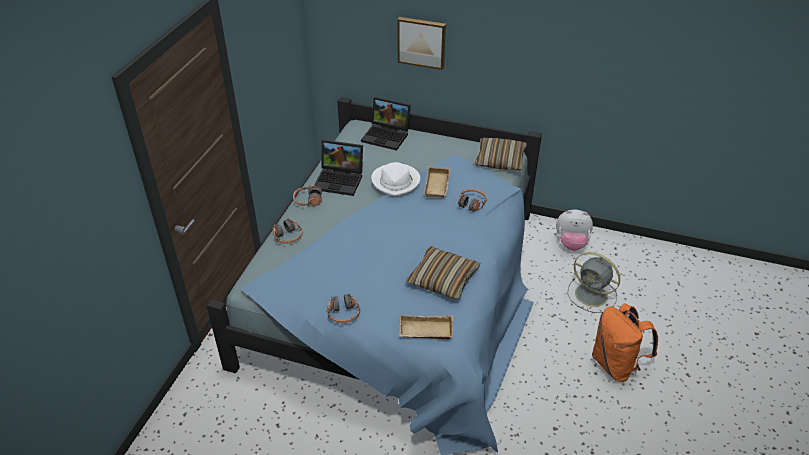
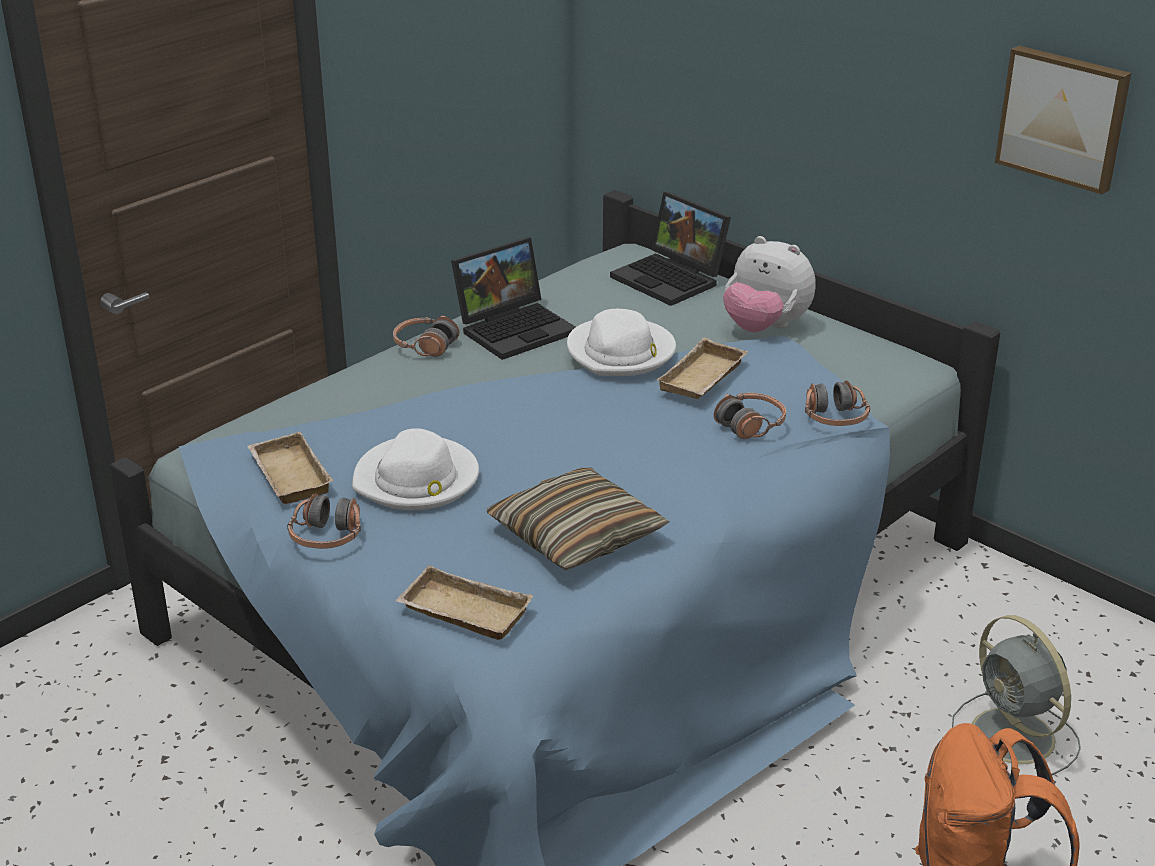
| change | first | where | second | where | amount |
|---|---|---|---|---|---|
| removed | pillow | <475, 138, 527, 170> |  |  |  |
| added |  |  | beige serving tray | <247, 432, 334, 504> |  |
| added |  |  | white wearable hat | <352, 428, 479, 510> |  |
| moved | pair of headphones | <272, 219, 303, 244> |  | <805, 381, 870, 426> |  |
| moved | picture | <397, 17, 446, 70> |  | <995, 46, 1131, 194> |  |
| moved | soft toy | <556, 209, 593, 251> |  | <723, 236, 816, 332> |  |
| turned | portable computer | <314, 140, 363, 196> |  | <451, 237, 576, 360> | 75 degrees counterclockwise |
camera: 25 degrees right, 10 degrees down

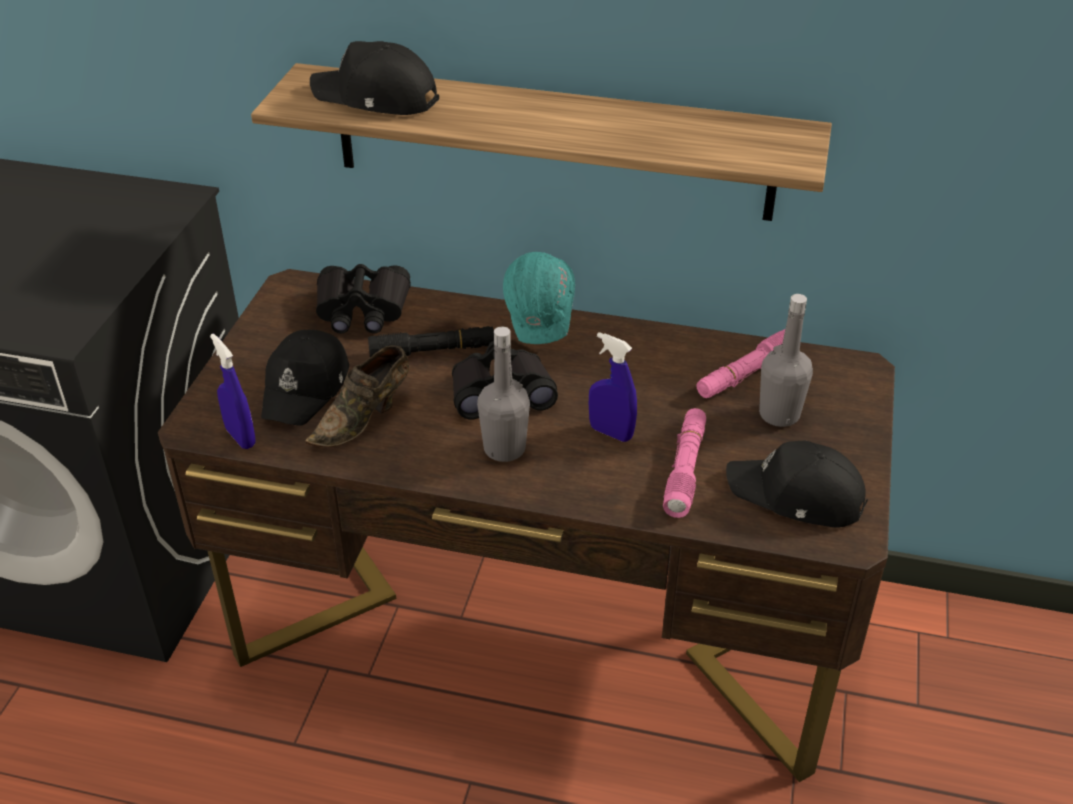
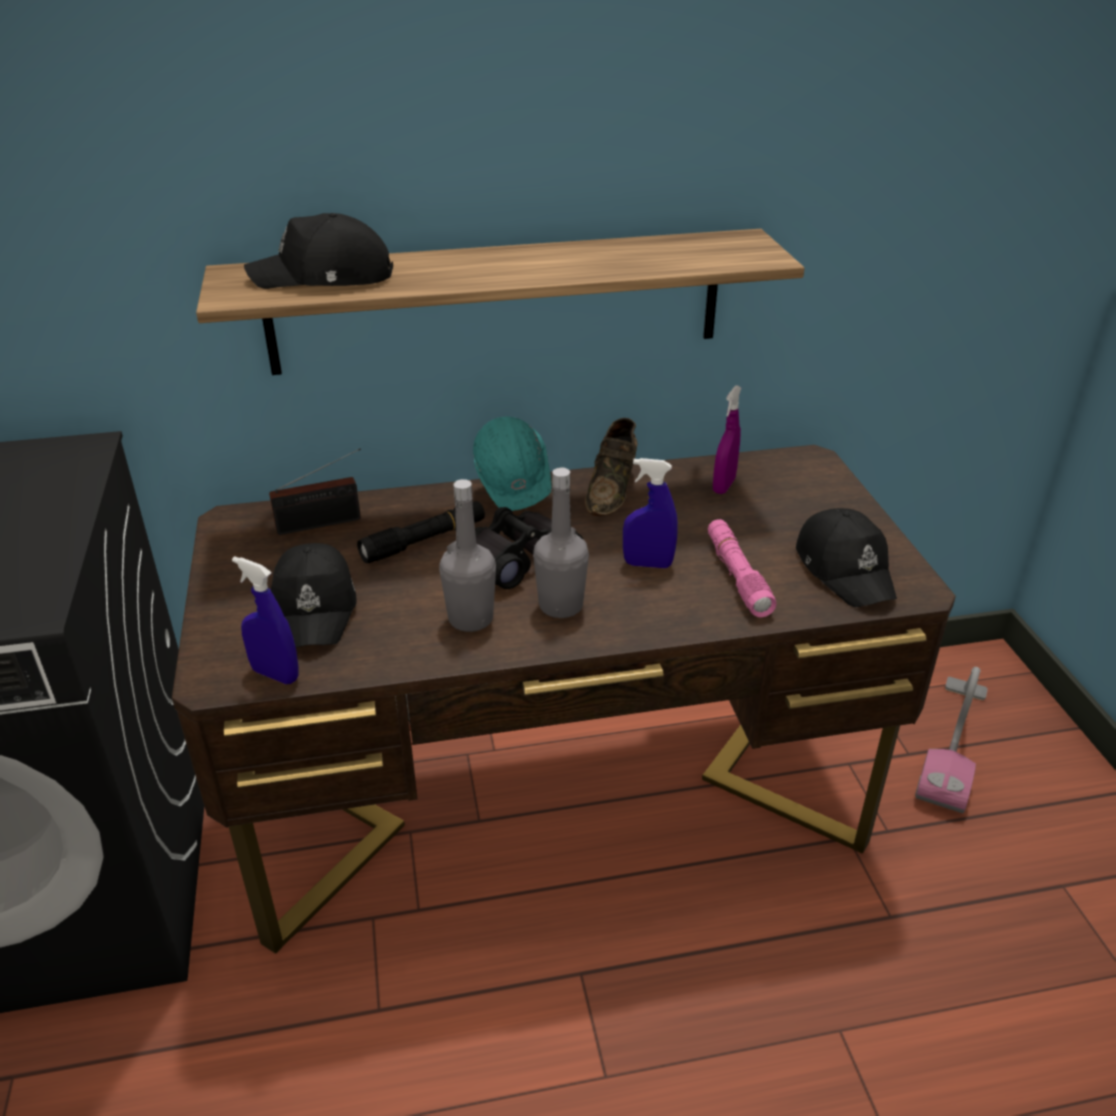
| change | first | where | second | where | amount |
|---|---|---|---|---|---|
| added |  |  | vacuum | <915, 667, 988, 813> |  |
| moved | brown-coloured shoe | <305, 345, 409, 447> |  | <585, 418, 638, 516> |  |
| moved | gray beverage bottle | <759, 294, 813, 427> |  | <439, 479, 496, 632> |  |
| replaced | blackish pair of binoculars | <316, 264, 411, 333> | radio set | <269, 448, 361, 535> |  |
| replaced | pink-coloured torch | <697, 329, 785, 398> | purple-coloured hand sprayer | <713, 385, 741, 494> |  |
| turned | blackish baseball cap | <726, 441, 868, 528> |  | <796, 508, 897, 607> | 105 degrees counterclockwise |
camera: 25 degrees left, 5 degrees down

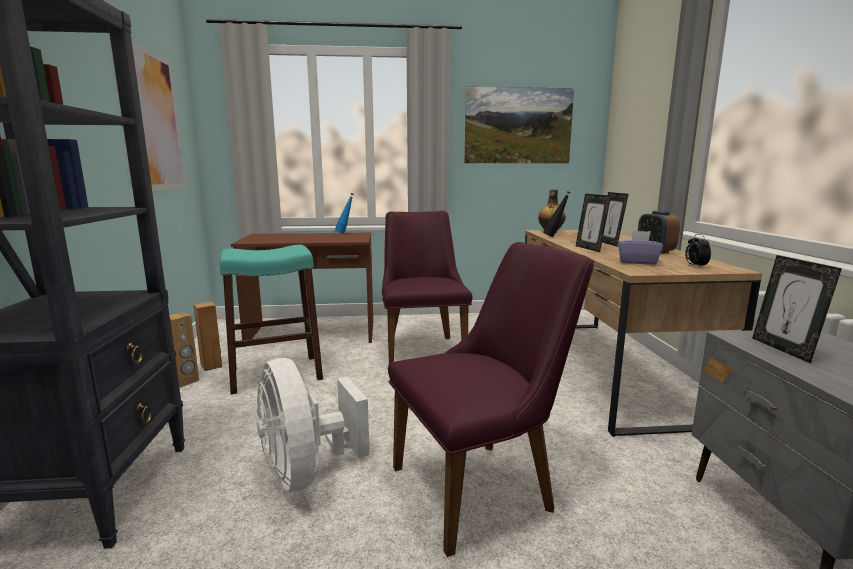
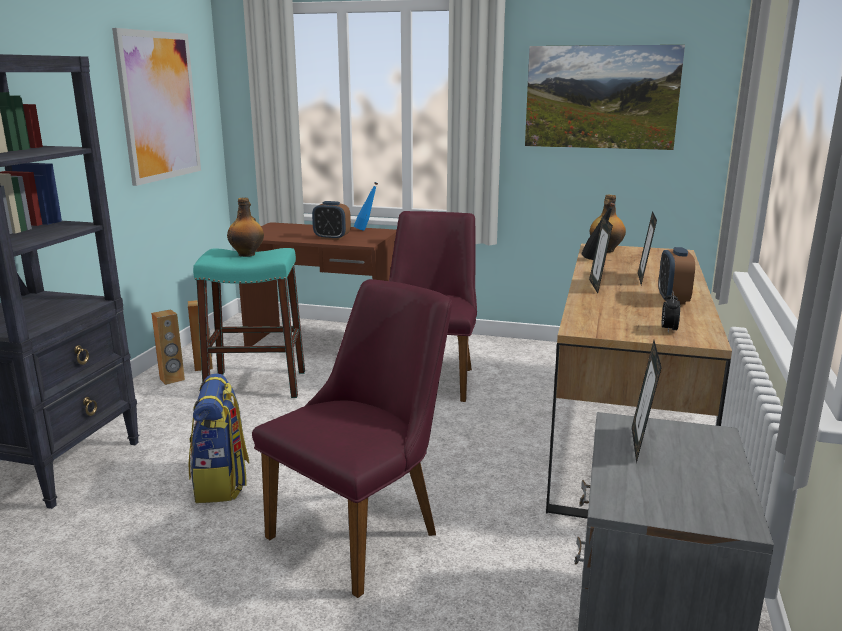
| change | first | where | second | where | amount |
|---|---|---|---|---|---|
| removed | purple-coloured tissue holder | <618, 231, 663, 265> |  |  |  |
| added |  |  | beverage bottle | <227, 198, 264, 257> |  |
| added |  |  | table clock | <312, 201, 351, 240> |  |
| replaced | white cooling fan | <256, 358, 370, 492> | knapsack | <189, 373, 250, 503> |  |
| turned | purple-coloured upright chair | <388, 242, 594, 557> |  | <252, 279, 452, 598> | 45 degrees counterclockwise |
camera: 20 degrees right, 5 degrees up

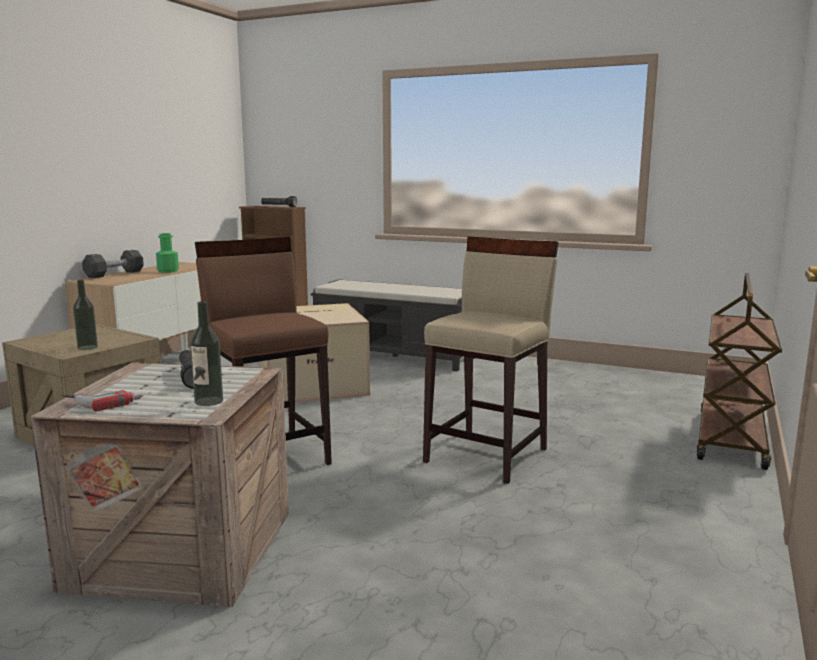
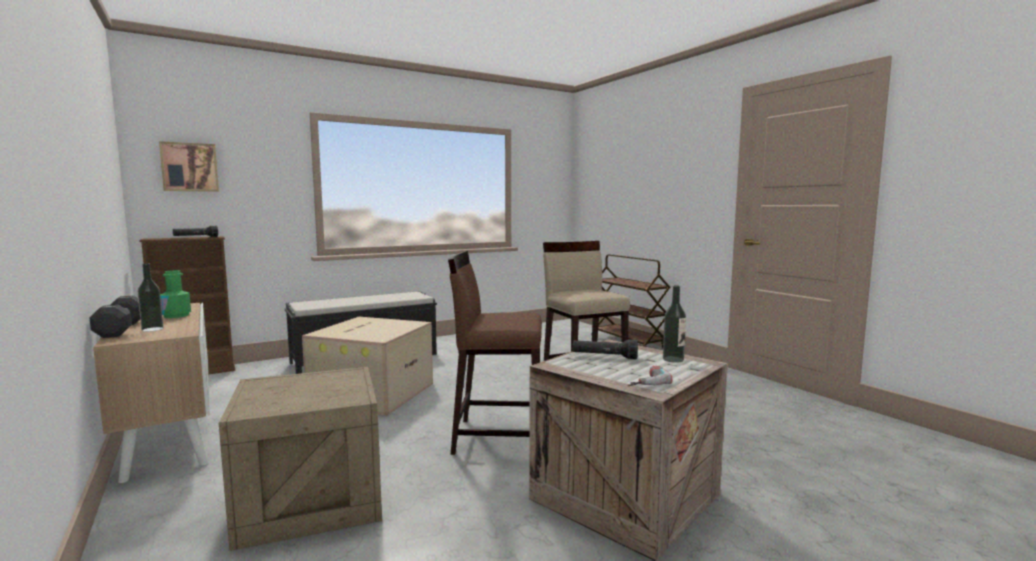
| change | first | where | second | where | amount |
|---|---|---|---|---|---|
| added |  |  | picture | <159, 141, 219, 192> |  |
| moved | beverage bottle | <73, 279, 98, 350> |  | <137, 264, 163, 332> |  |
camera: 55 degrees left, 5 degrees down

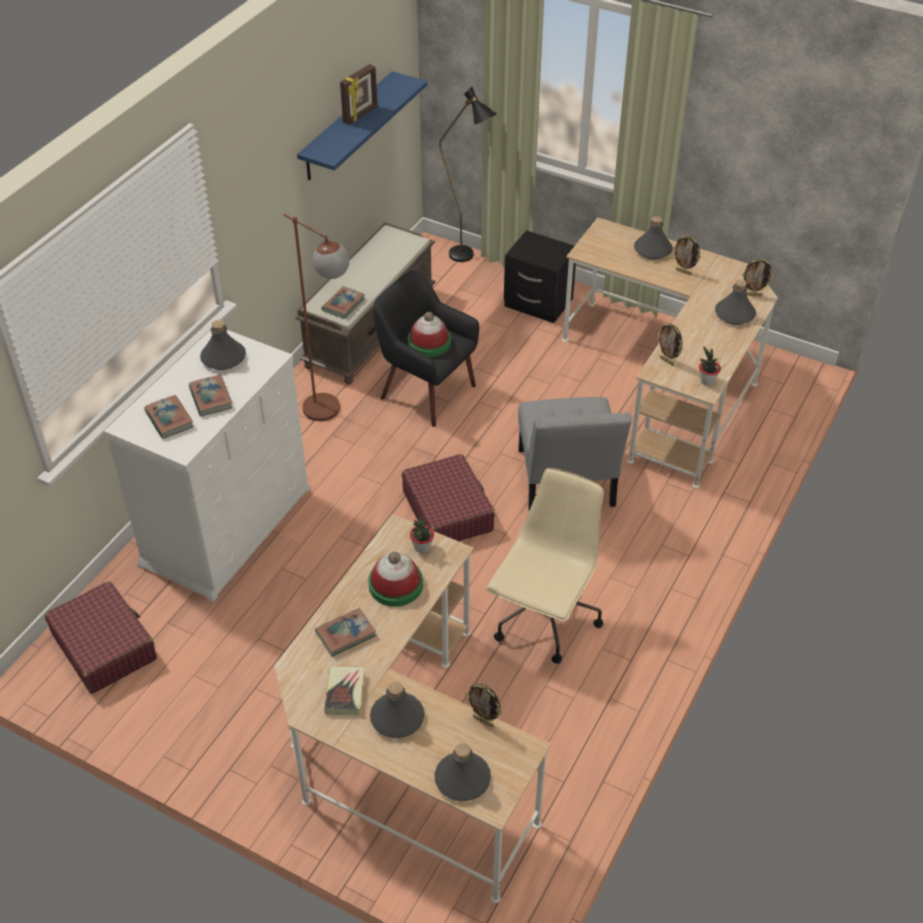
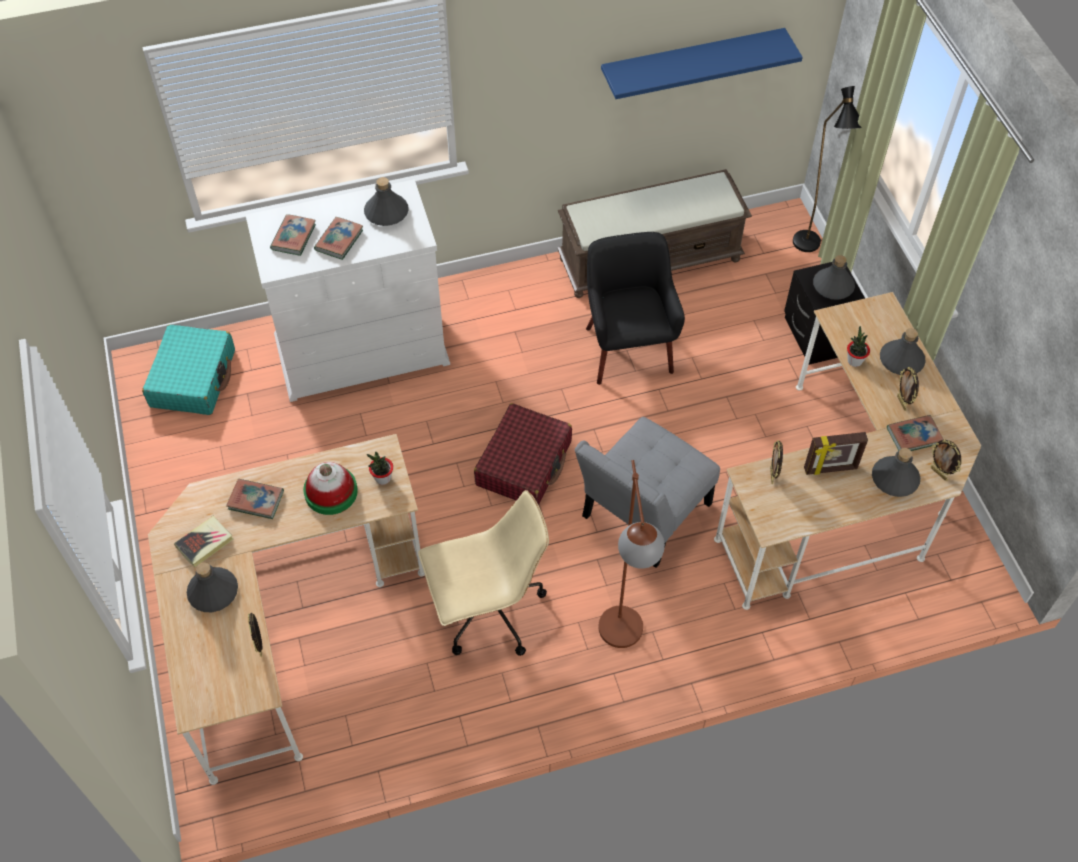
| change | first | where | second | where | amount |
|---|---|---|---|---|---|
| removed | wearable hat | <408, 312, 451, 357> |  |  |  |
| moved | brown-coloured standard lamp | <283, 214, 349, 421> |  | <598, 460, 665, 648> |  |
| moved | bound book | <322, 286, 365, 319> |  | <887, 415, 944, 451> |  |
| moved | picture frame | <340, 64, 377, 124> |  | <804, 432, 868, 475> |  |
| moved | gray beverage bottle | <435, 743, 491, 801> |  | <813, 255, 855, 300> |  |
| moved | potted plant | <699, 346, 721, 386> |  | <847, 326, 870, 367> |  |
| recoloured | red piece of luggage | <45, 581, 157, 694> | turquoise-coloured piece of luggage | <142, 324, 235, 415> |  |
camera: 45 degrees right, 10 degrees up

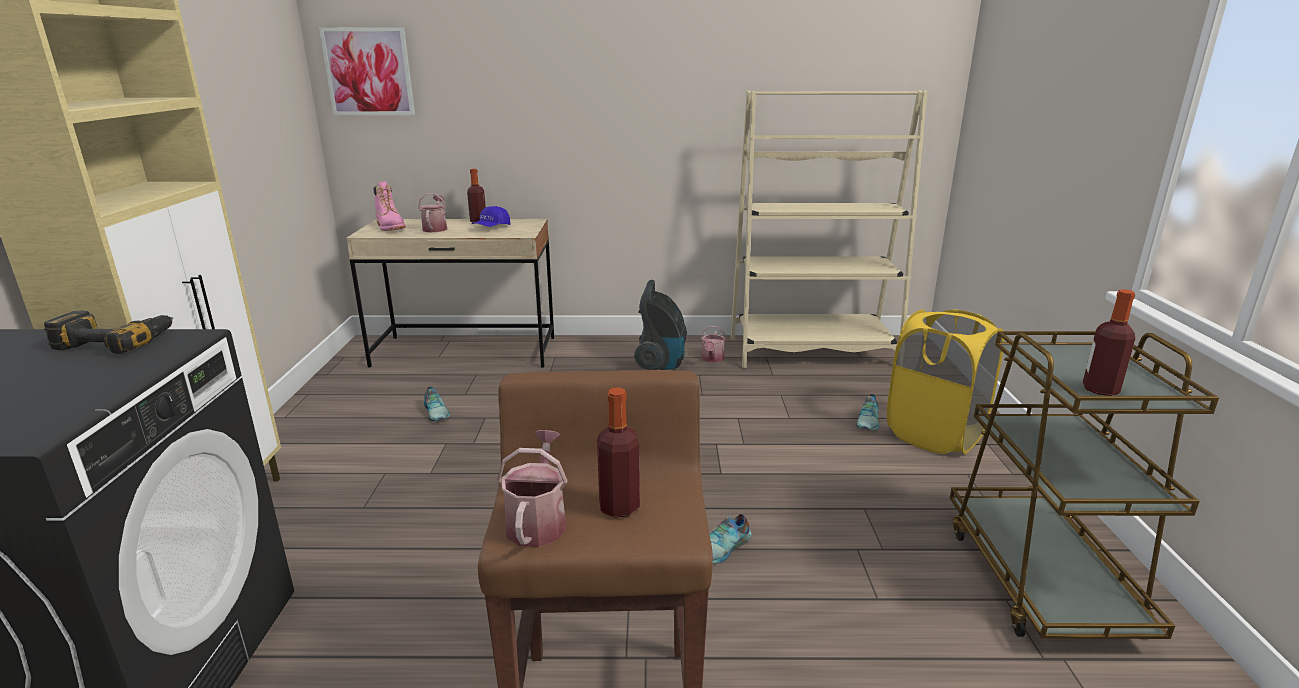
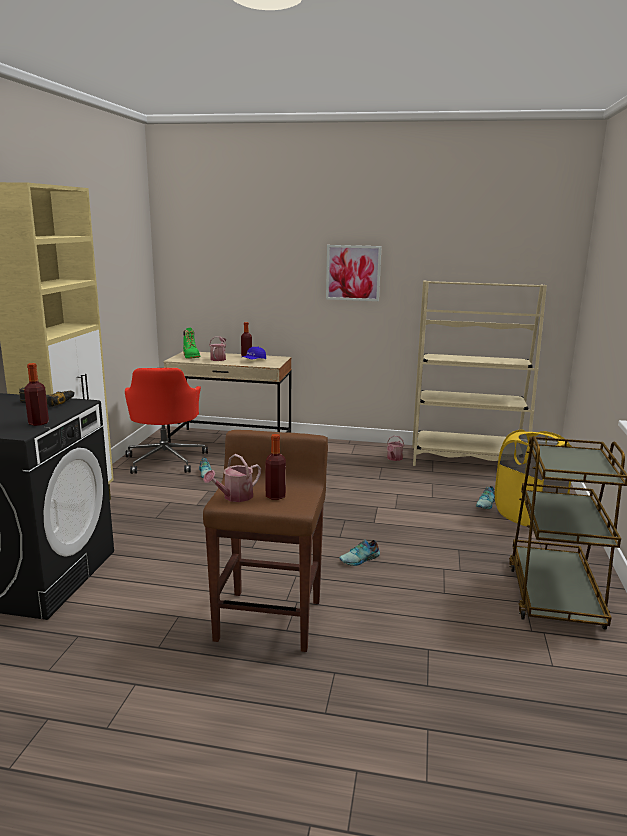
| change | first | where | second | where | amount |
|---|---|---|---|---|---|
| removed | vacuum | <634, 280, 687, 370> |  |  |  |
| added |  |  | red computer chair | <125, 368, 208, 474> |  |
| moved | picture | <319, 27, 415, 115> |  | <326, 245, 382, 301> |  |
| moved | beverage bottle | <1083, 289, 1136, 396> |  | <24, 363, 49, 426> |  |
| recoloured | pink-coloured high-top boot | <373, 181, 406, 231> | green-coloured high-top boot | <183, 328, 200, 359> |  |
| turned | watering pot | <497, 430, 568, 547> |  | <203, 454, 261, 502> | 150 degrees counterclockwise |
camera: 10 degrees right, 5 degrees down

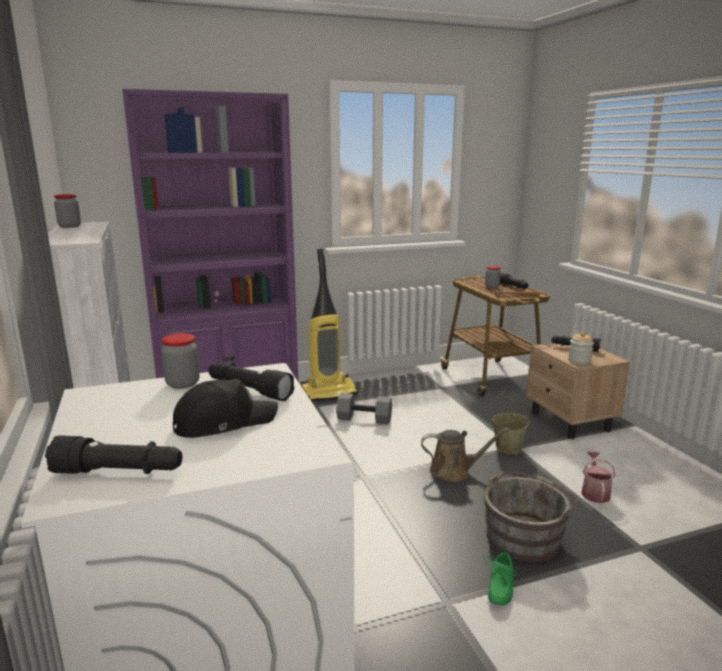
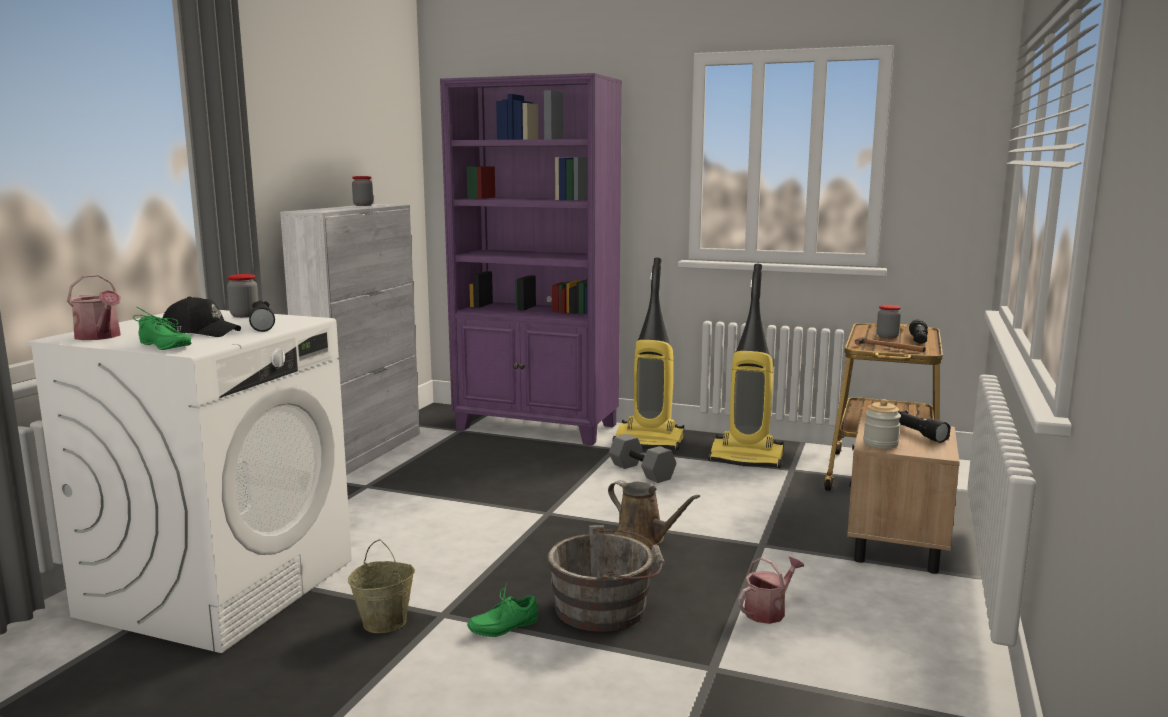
| change | first | where | second | where | amount |
|---|---|---|---|---|---|
| added |  |  | green-coloured shoe | <133, 307, 191, 350> |  |
| added |  |  | vacuum | <708, 264, 784, 468> |  |
| moved | beige pail | <493, 400, 529, 454> |  | <348, 539, 415, 633> |  |
| replaced | blackish torch | <45, 435, 182, 474> | watering pot | <67, 274, 121, 340> |  |
camera: 40 degrees right, 5 degrees down

